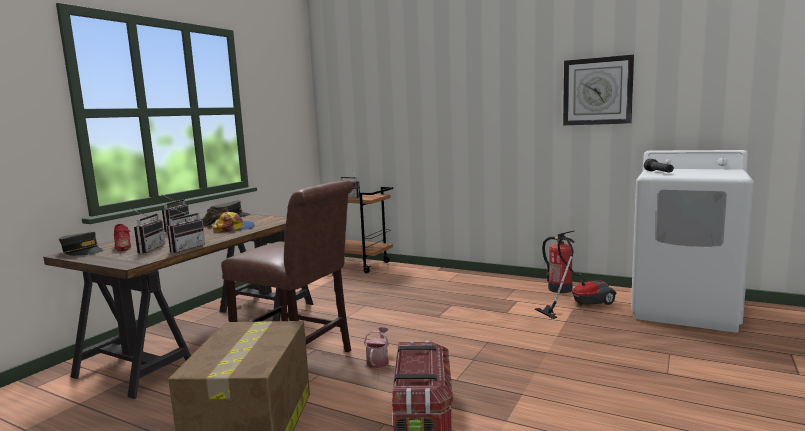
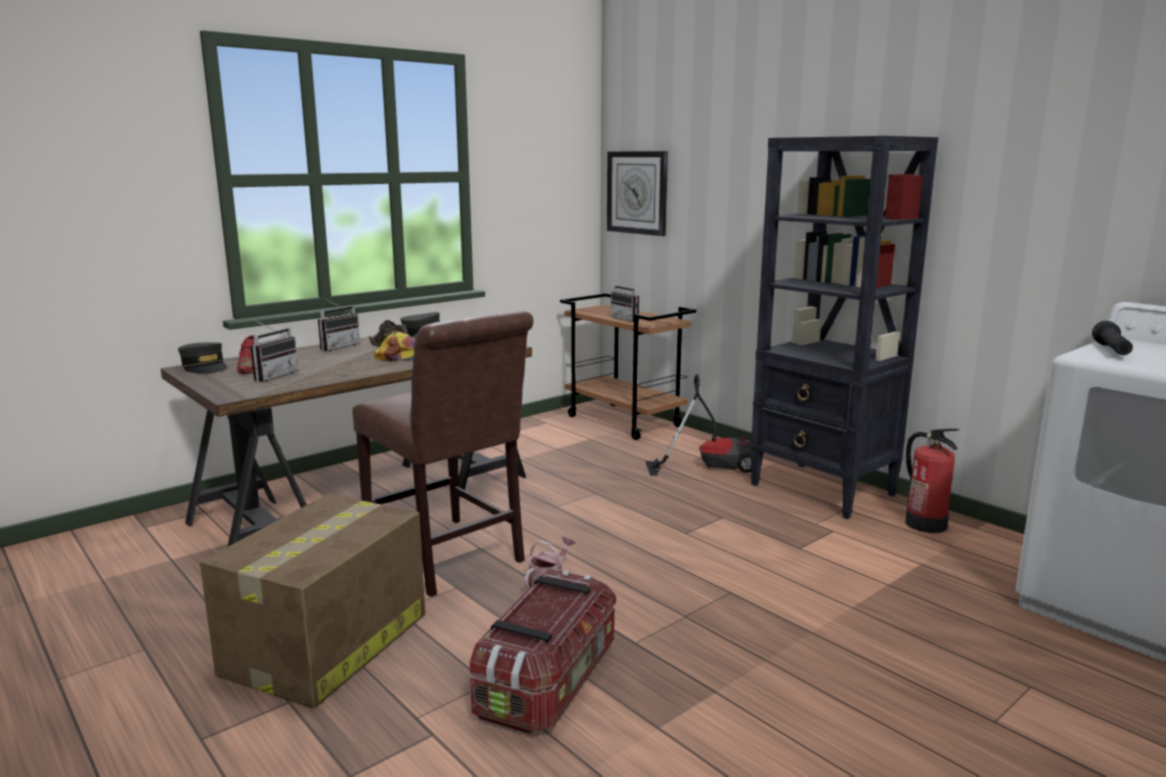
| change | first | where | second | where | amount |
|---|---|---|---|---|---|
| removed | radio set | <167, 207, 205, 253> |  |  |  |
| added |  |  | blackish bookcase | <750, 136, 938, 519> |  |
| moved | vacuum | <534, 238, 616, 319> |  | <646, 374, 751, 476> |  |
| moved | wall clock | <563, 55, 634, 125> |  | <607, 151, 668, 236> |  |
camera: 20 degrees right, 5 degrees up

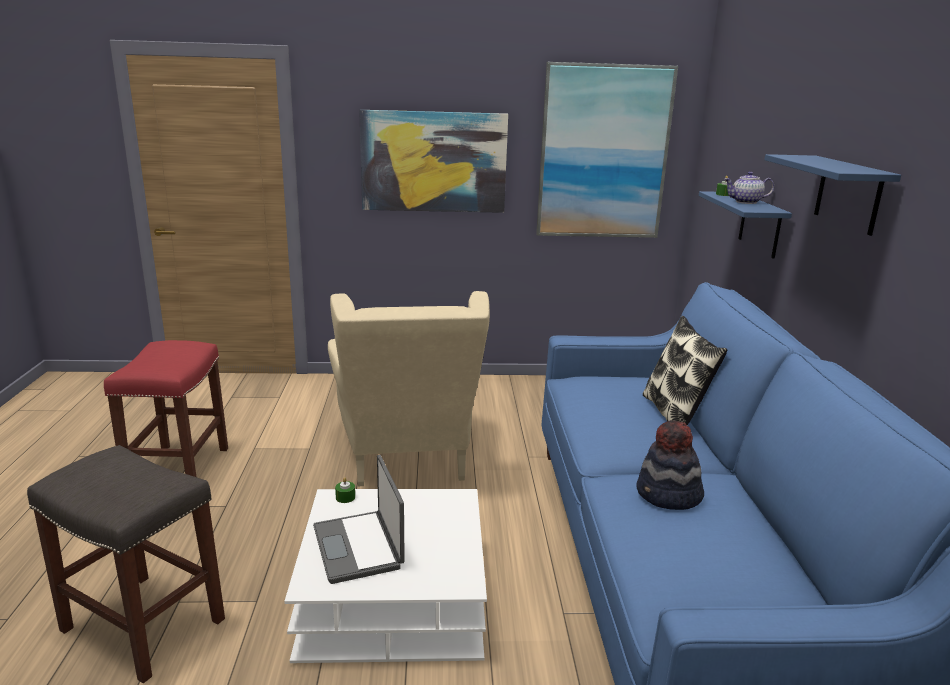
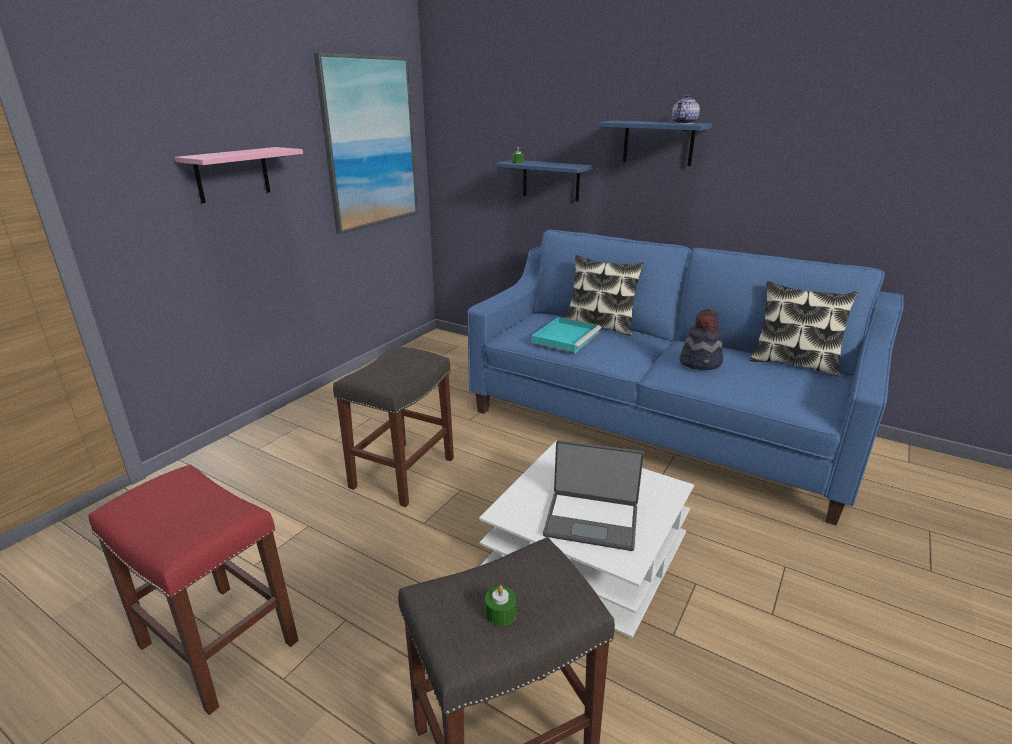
| change | first | where | second | where | amount |
|---|---|---|---|---|---|
| added |  |  | turquoise-coloured serving tray | <531, 317, 601, 353> |  |
| added |  |  | pillow | <750, 281, 858, 376> |  |
| moved | green-coloured wax candle | <335, 477, 355, 503> |  | <485, 585, 516, 626> |  |
| moved | pot for tea | <724, 172, 774, 204> |  | <672, 94, 700, 124> |  |
| replaced | beige armchair | <328, 291, 490, 486> | gray stool | <333, 347, 454, 507> |  |
| replaced | picture | <359, 110, 508, 213> | pink-coloured bracket shelf | <174, 147, 303, 204> |  |
camera: 55 degrees left, 5 degrees up

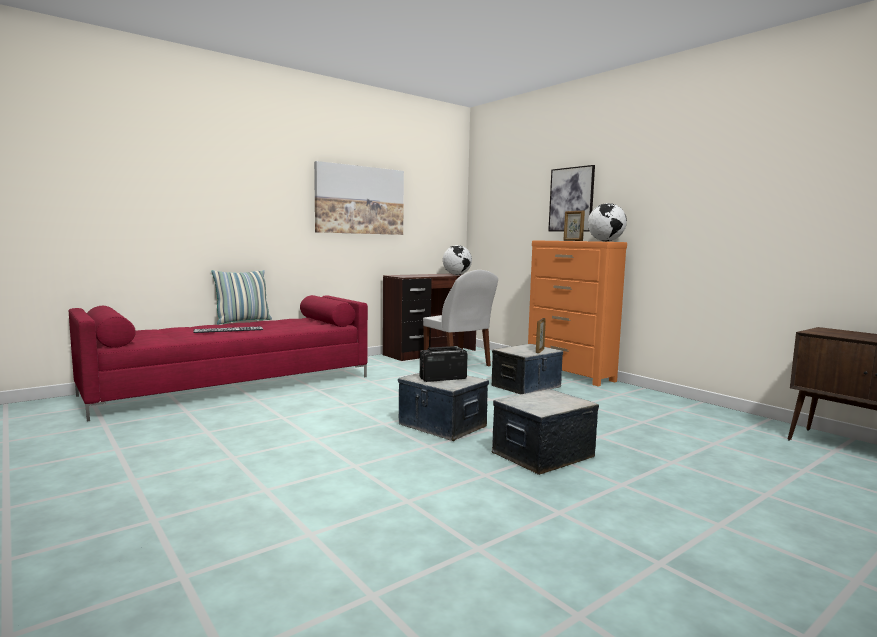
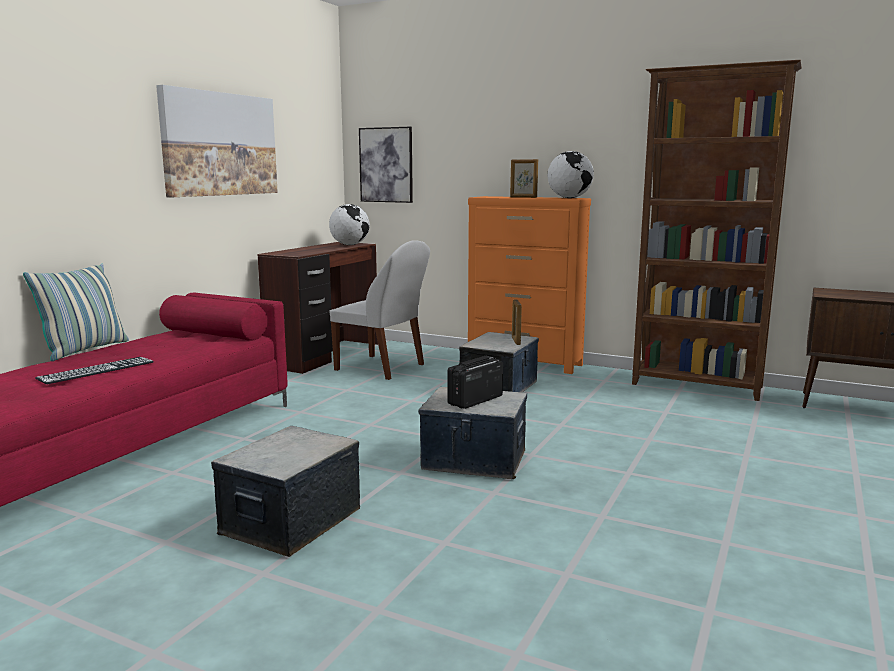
| change | first | where | second | where | amount |
|---|---|---|---|---|---|
| added |  |  | brown-coloured bookcase | <632, 60, 802, 401> |  |
| moved | storage box | <491, 389, 599, 475> |  | <211, 426, 360, 557> |  |
| moved | picture | <548, 165, 595, 231> |  | <359, 127, 413, 203> |  |
camera: 25 degrees left, 5 degrees up

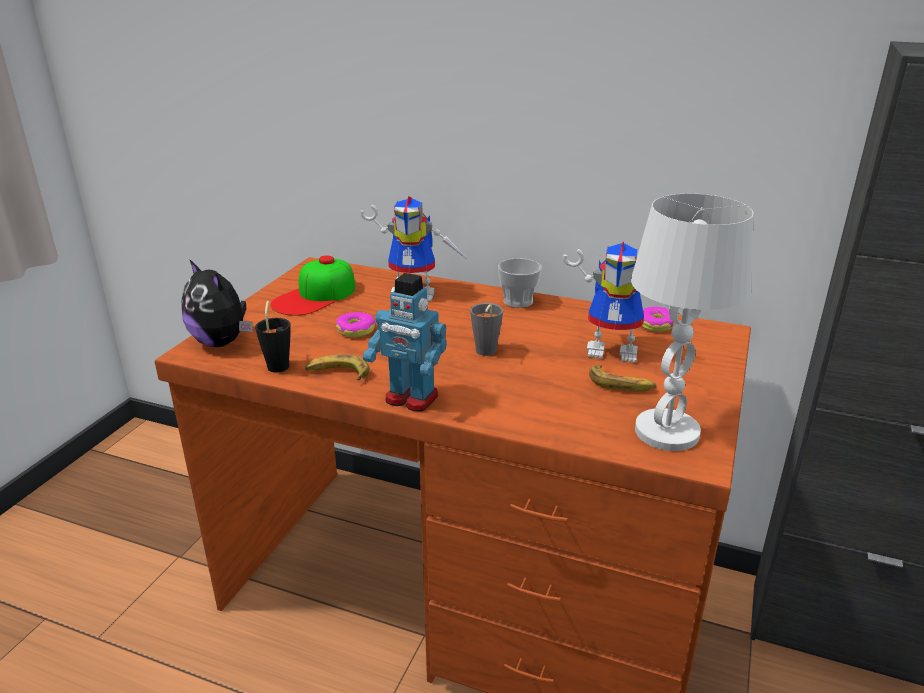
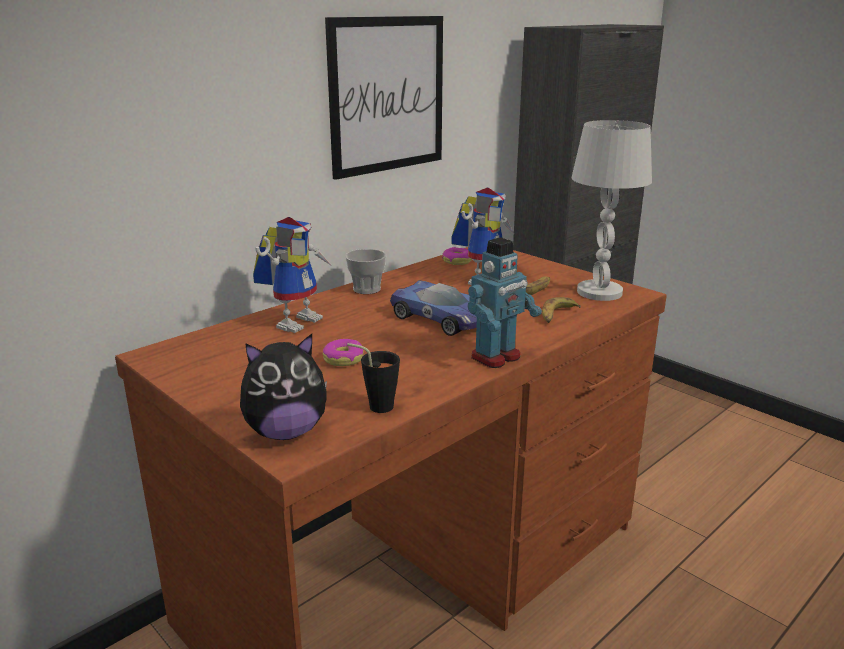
| change | first | where | second | where | amount |
|---|---|---|---|---|---|
| removed | baseball cap | <270, 255, 356, 316> |  |  |  |
| added |  |  | picture | <325, 16, 443, 180> |  |
| moved | banana | <305, 354, 370, 380> |  | <542, 297, 581, 323> |  |
| replaced | gray cup | <470, 303, 503, 356> | model car | <390, 280, 477, 336> |  |
camera: 65 degrees left, 5 degrees down

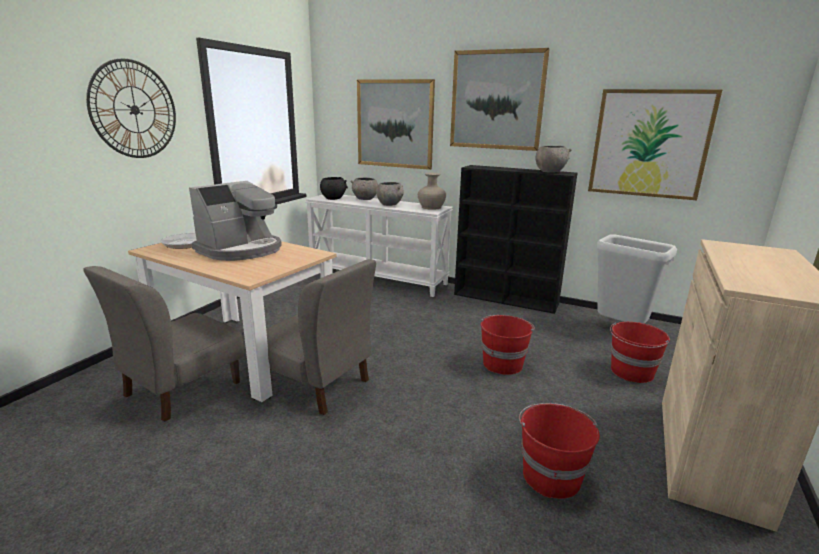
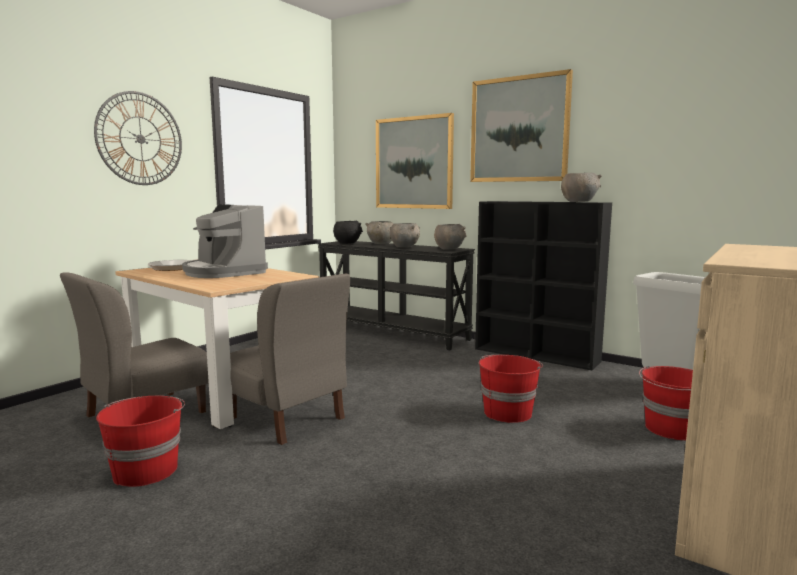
| change | first | where | second | where | amount |
|---|---|---|---|---|---|
| removed | picture | <588, 89, 722, 200> |  |  |  |
| moved | red pail | <519, 403, 600, 499> |  | <96, 396, 185, 487> |  |
| replaced | beige decorative vase | <418, 173, 446, 210> | gray serving bowl | <434, 224, 467, 249> |  |
| recoloured | white narrow table | <305, 195, 453, 297> | blackish narrow table | <318, 241, 475, 350> |  |
| turned | coffee brewer | <189, 181, 282, 261> |  | <182, 204, 268, 278> | 90 degrees clockwise |
camera: 10 degrees right, 10 degrees down

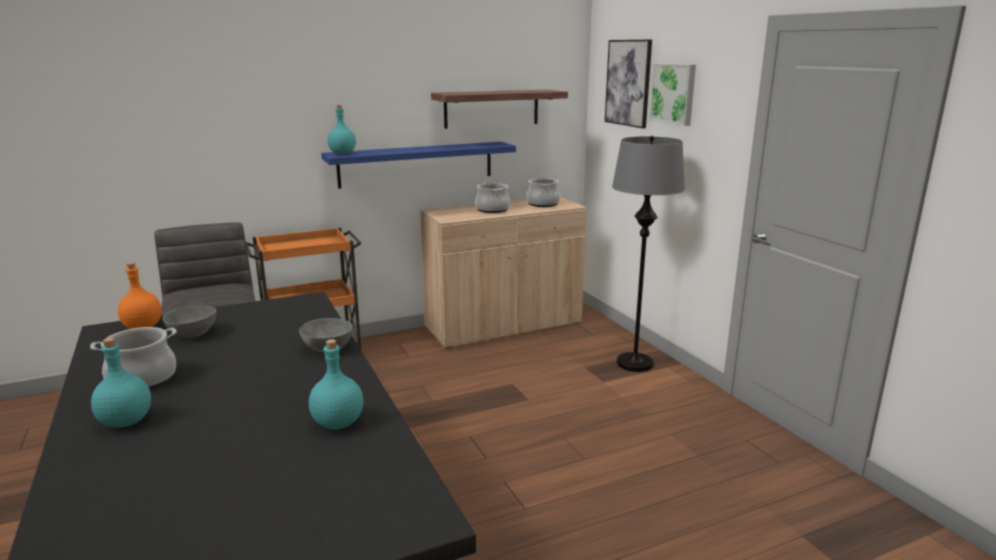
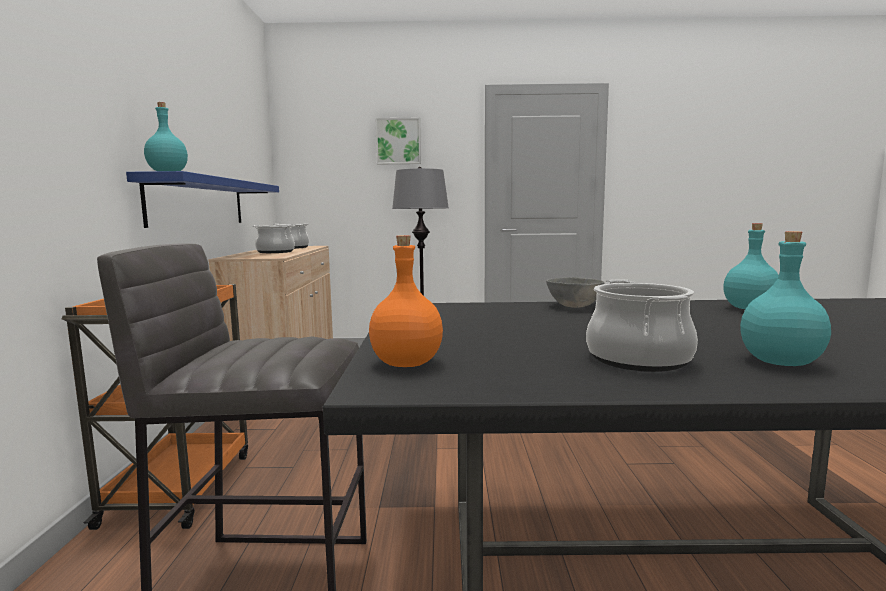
| change | first | where | second | where | amount |
|---|---|---|---|---|---|
| removed | gray serving bowl | <163, 306, 216, 338> |  |  |  |
| removed | bracket shelf | <431, 90, 568, 129> |  |  |  |
| removed | picture | <605, 40, 652, 128> |  |  |  |
camera: 65 degrees left, 10 degrees down

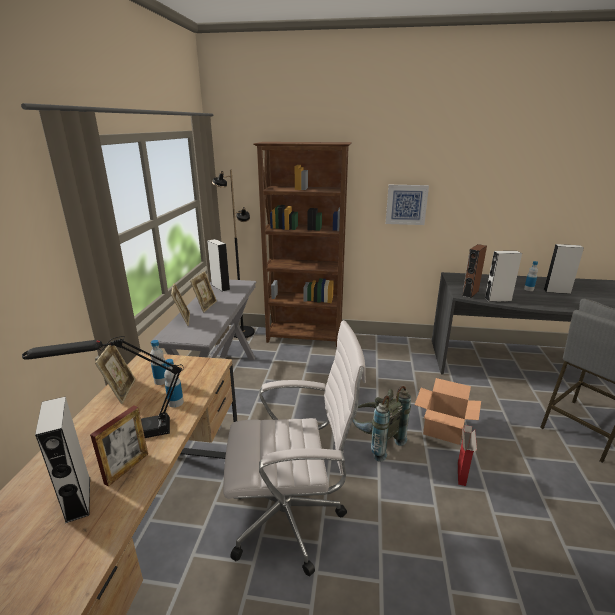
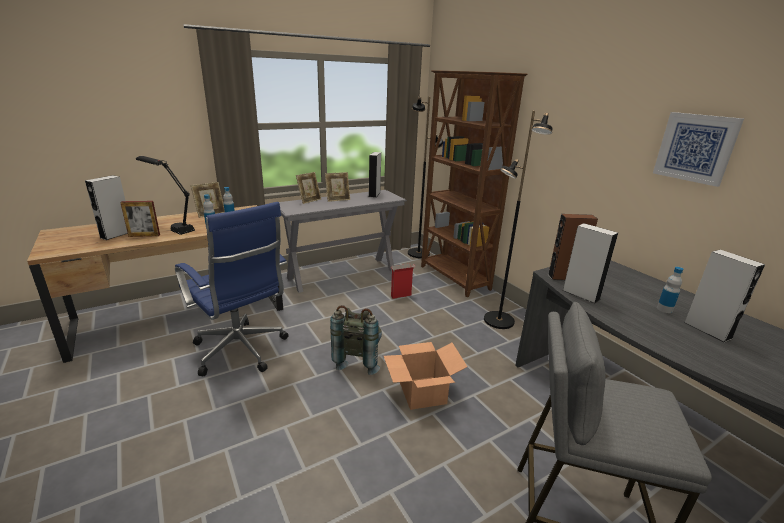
| change | first | where | second | where | amount |
|---|---|---|---|---|---|
| added |  |  | blackish standard lamp | <484, 111, 552, 329> |  |
| moved | picture | <386, 185, 429, 225> |  | <653, 112, 744, 187> |  |
| moved | carton | <458, 425, 477, 486> |  | <391, 264, 415, 299> |  |
| recoloured | white computer chair | <223, 320, 366, 577> | bluish computer chair | <175, 202, 289, 376> |  |
camera: 50 degrees right, 0 degrees up

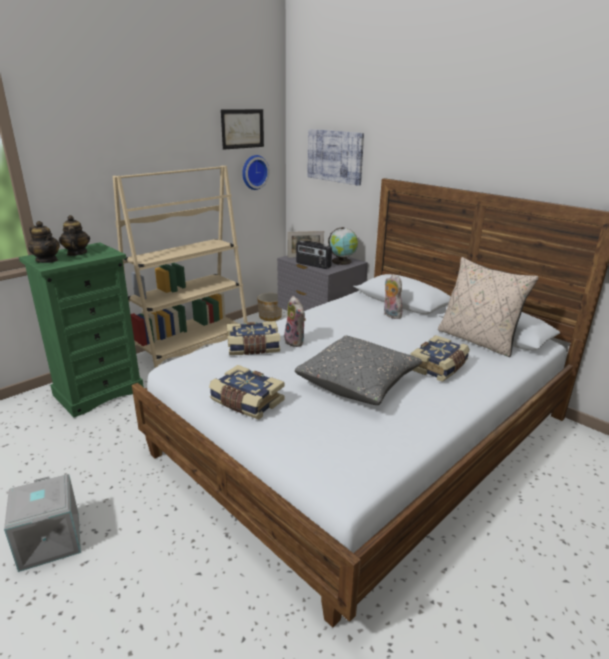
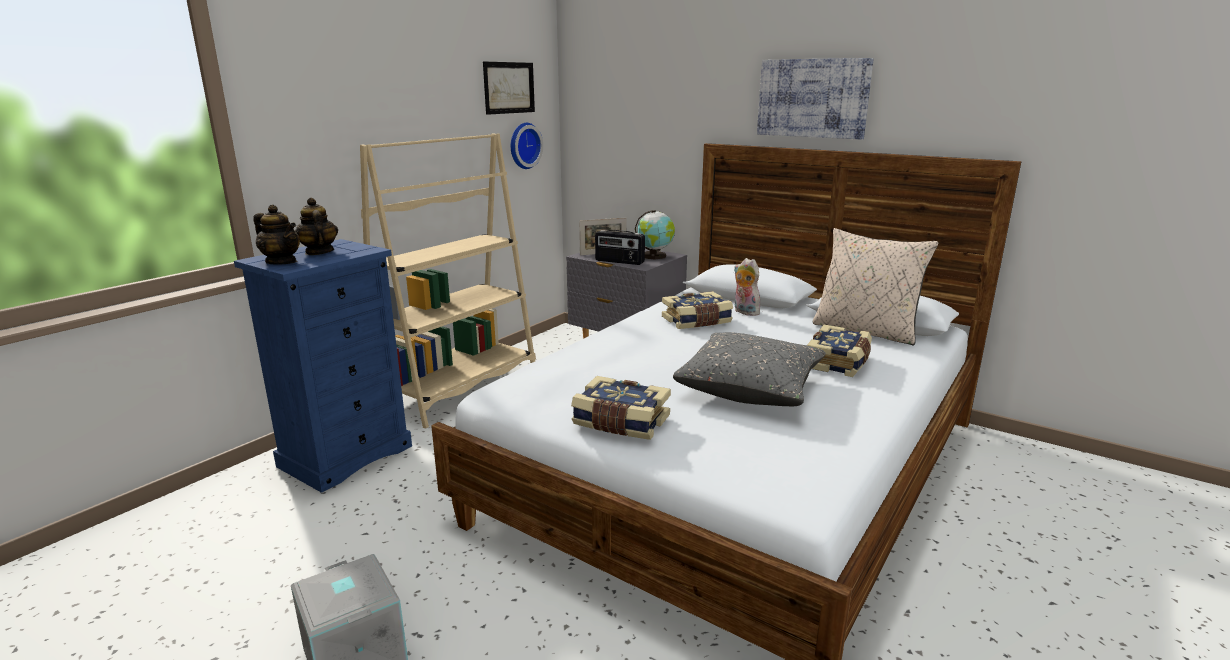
| change | first | where | second | where | amount |
|---|---|---|---|---|---|
| removed | plant pot | <257, 293, 282, 321> |  |  |  |
| removed | soft toy | <283, 296, 306, 347> |  |  |  |
| moved | bound book | <227, 321, 280, 355> |  | <662, 291, 733, 329> |  |
| moved | picture | <307, 129, 364, 186> |  | <757, 58, 874, 140> |  |
| recoloured | green-coloured drawer chest | <19, 242, 144, 418> | bluish drawer chest | <234, 239, 412, 493> |  |
camera: 10 degrees left, 5 degrees down

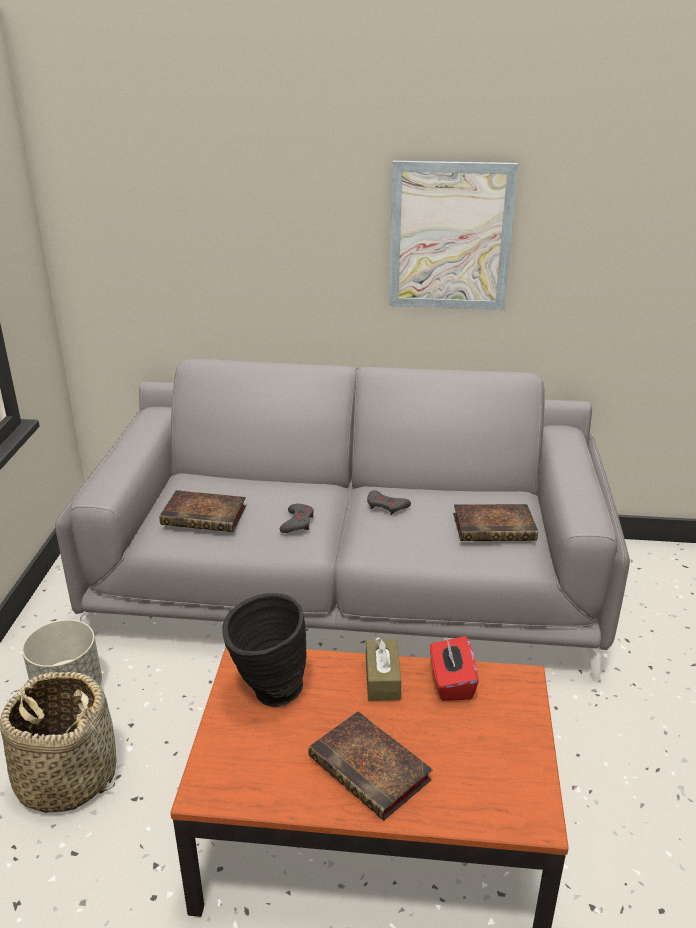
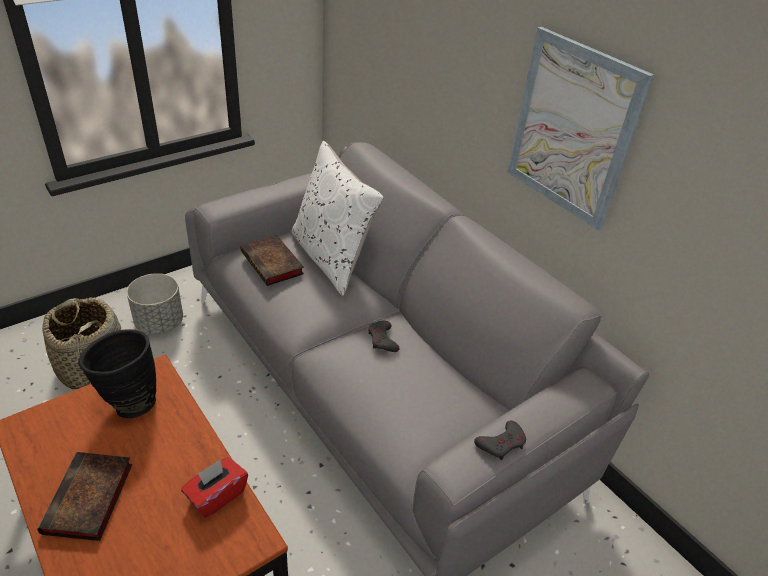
| change | first | where | second | where | amount |
|---|---|---|---|---|---|
| removed | brown-coloured tissue holder | <366, 637, 401, 701> |  |  |  |
| removed | bound book | <453, 504, 538, 541> |  |  |  |
| added |  |  | white pillow | <291, 141, 384, 296> |  |
| moved | gray gamepad | <280, 504, 314, 533> |  | <474, 421, 526, 460> |  |
camera: 45 degrees right, 10 degrees up

